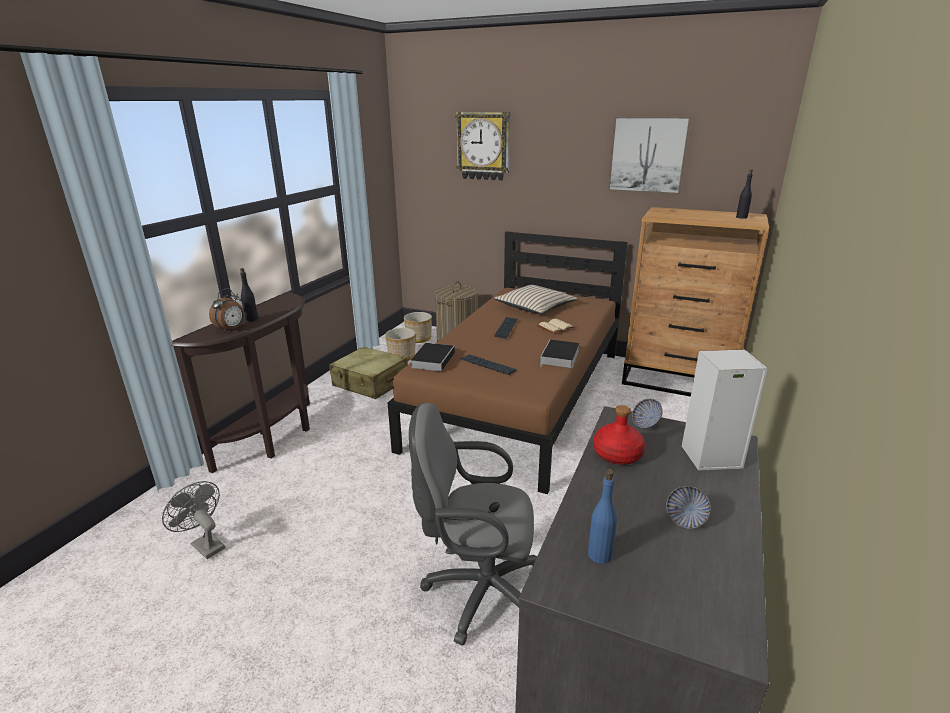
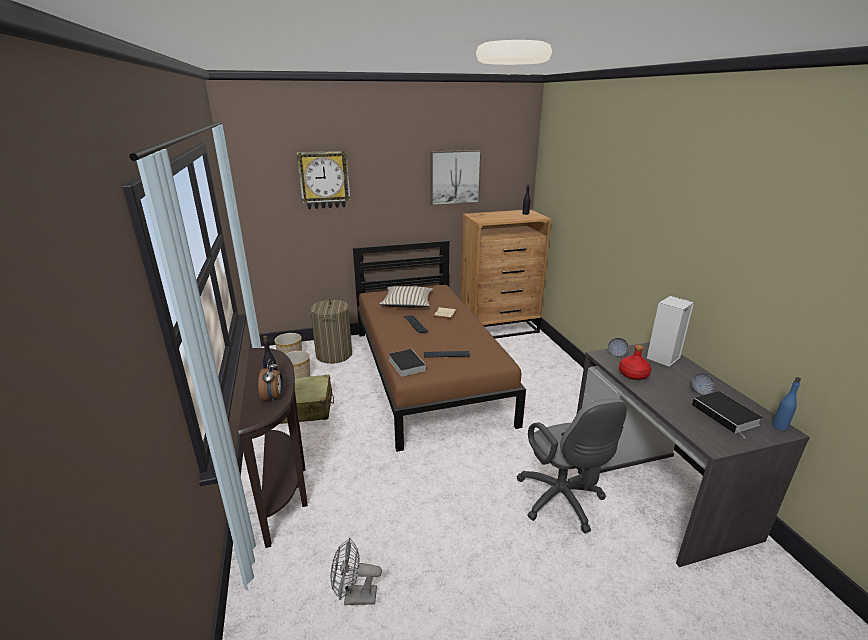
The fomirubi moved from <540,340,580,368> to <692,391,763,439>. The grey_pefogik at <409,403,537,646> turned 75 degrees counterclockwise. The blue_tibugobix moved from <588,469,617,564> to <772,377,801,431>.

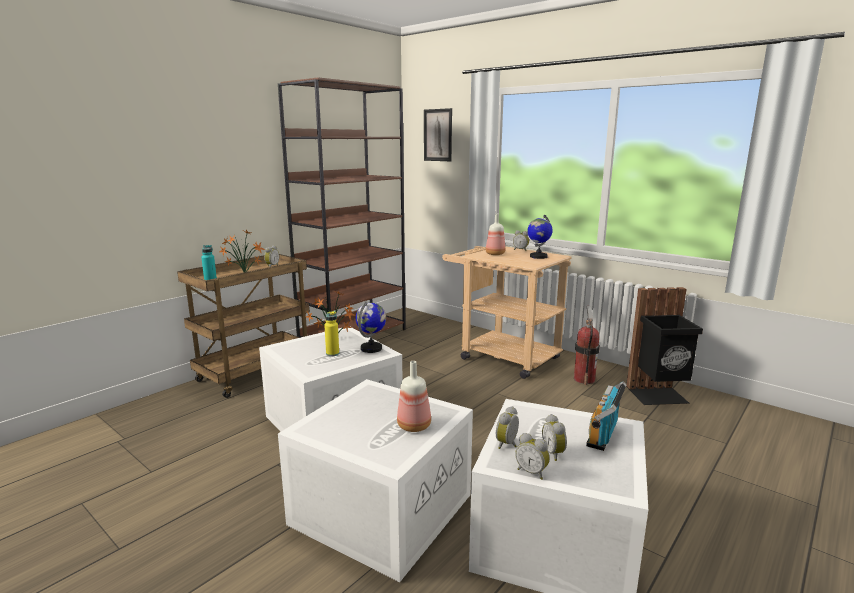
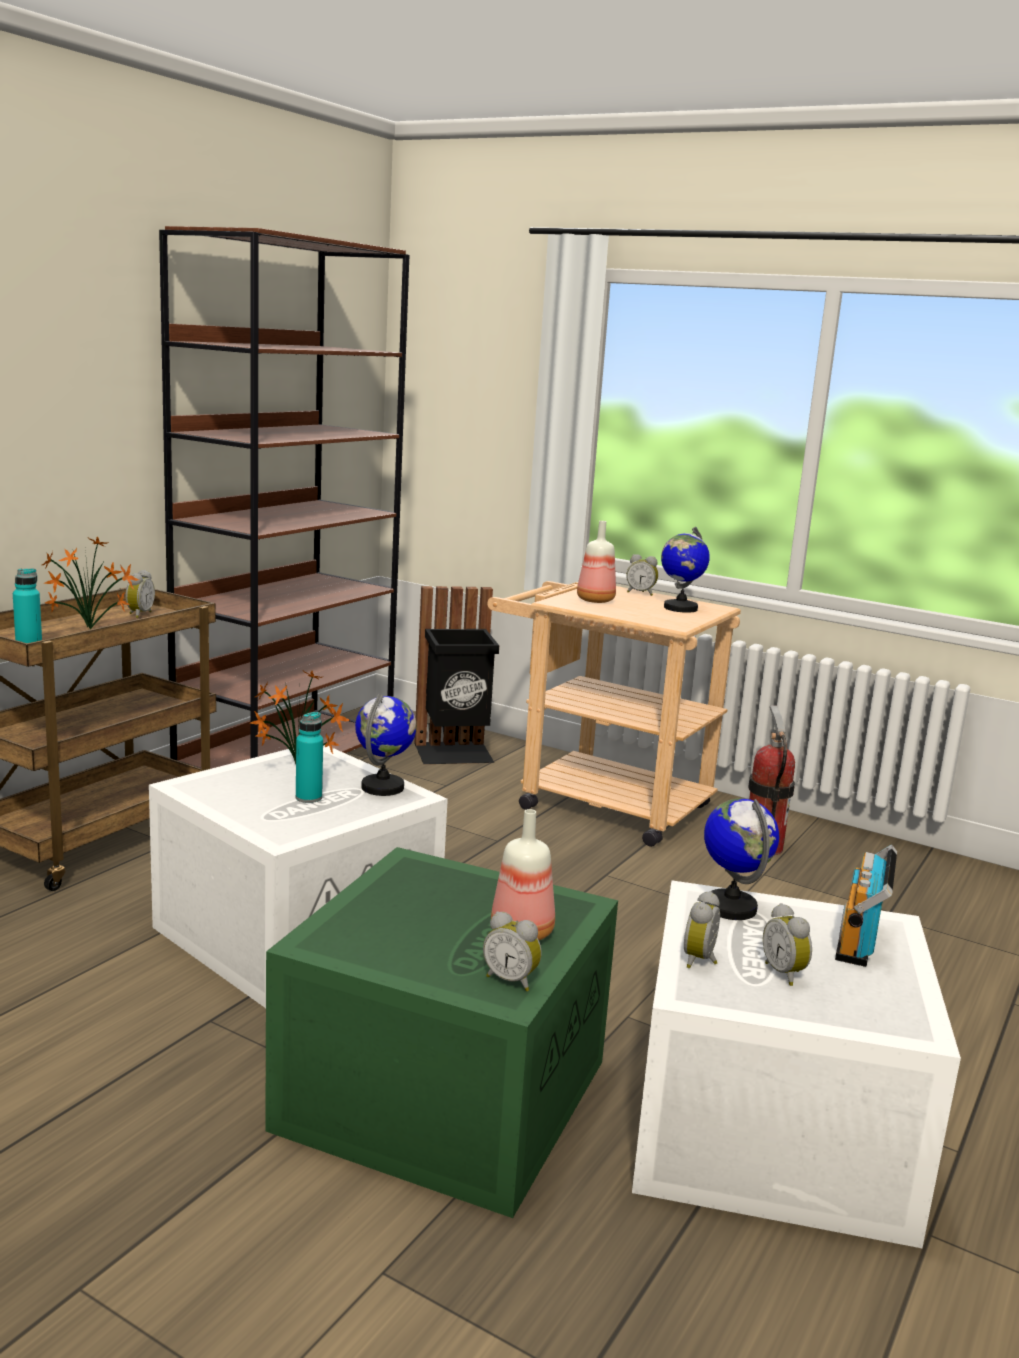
The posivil at <424,108,452,161> disappeared. The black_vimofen moved from <626,287,703,405> to <414,586,499,764>. The yellow_tibugobix at <324,311,339,356> became the turquoise_tibugobix at <296,712,323,803>. The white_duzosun at <278,379,473,582> became the green_duzosun at <265,847,618,1218>. The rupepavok moved from <515,433,550,480> to <483,912,542,991>. The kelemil at <704,798,779,920> appeared.

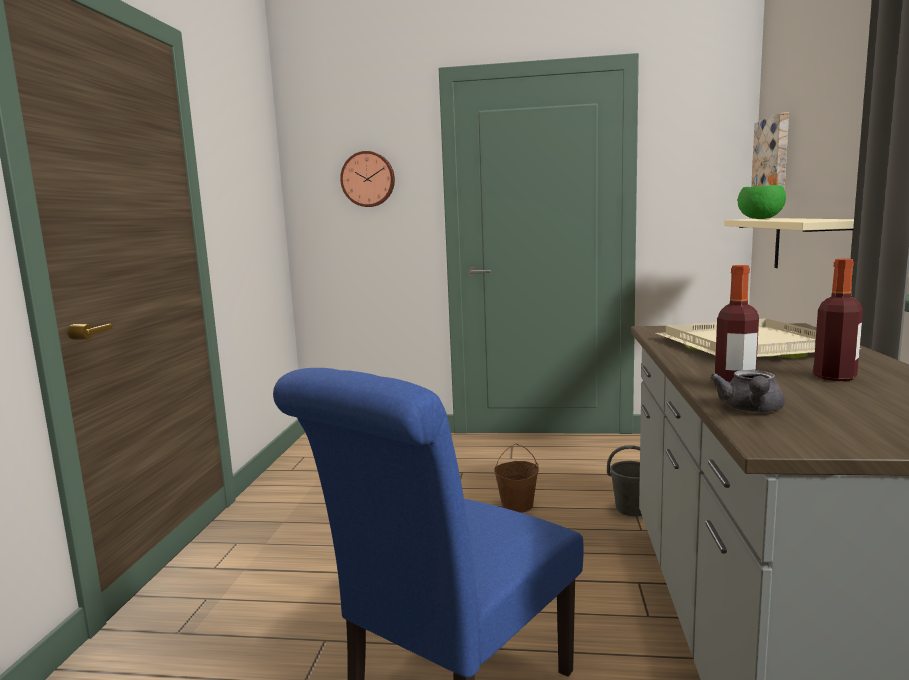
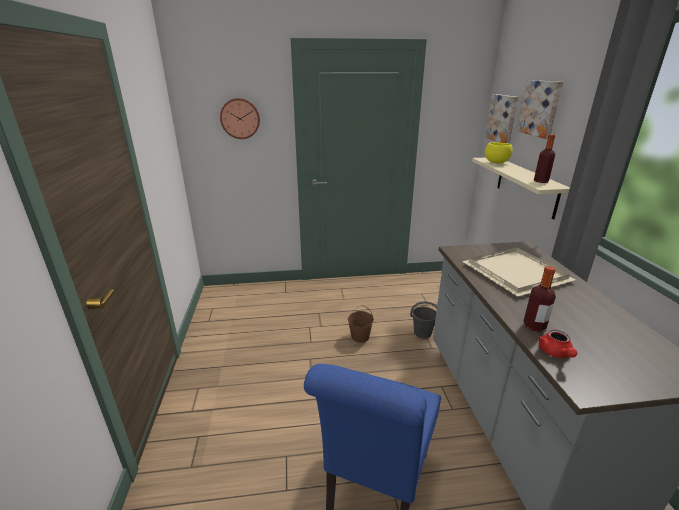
The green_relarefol at <738,185,786,219> became the yellow_relarefol at <485,142,513,164>. The tibugobix moved from <813,259,863,381> to <534,134,555,183>. The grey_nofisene at <710,370,785,413> became the red_nofisene at <537,329,577,358>. The posivil at <517,80,563,139> appeared.

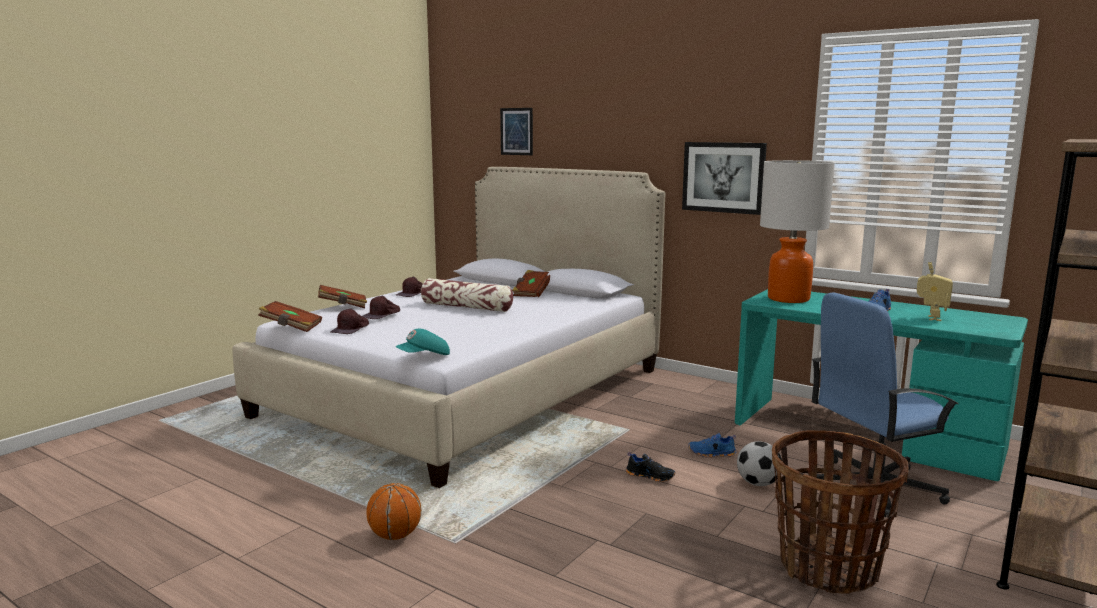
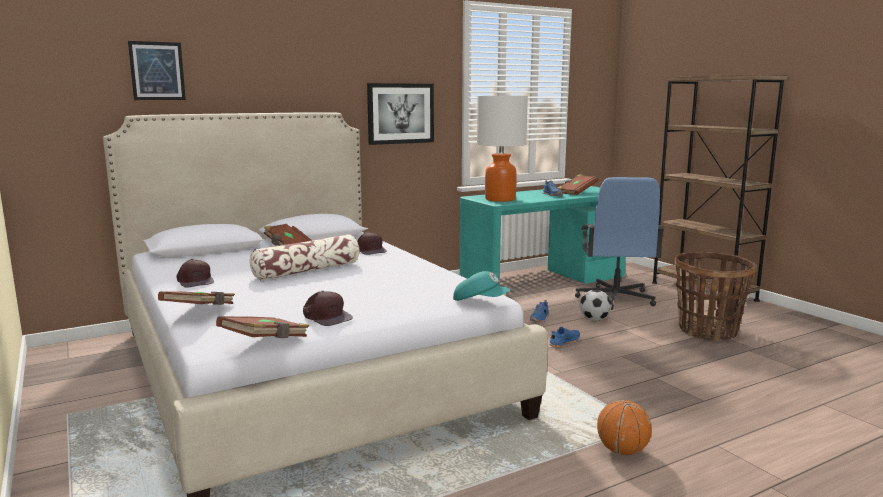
The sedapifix at <917,262,953,321> was replaced by the brown_fomirubi at <558,174,598,195>. The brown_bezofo moved from <362,296,400,319> to <357,232,387,255>. The turquoise_bezofo at <396,329,450,355> turned 60 degrees counterclockwise. The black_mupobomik at <626,452,675,482> became the blue_mupobomik at <549,327,580,348>.

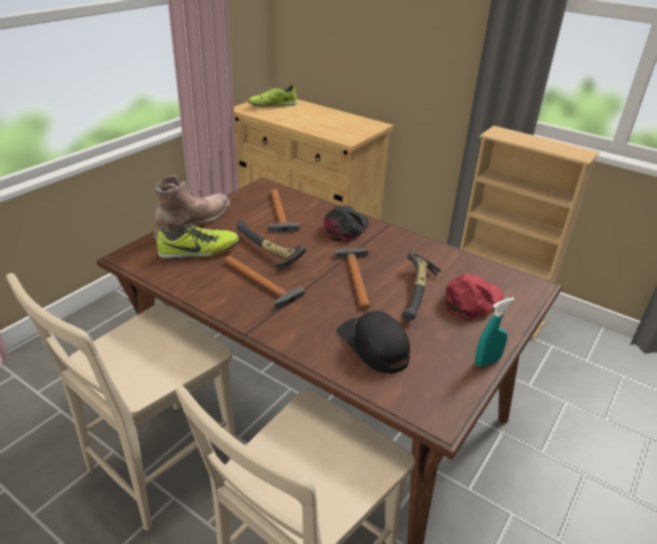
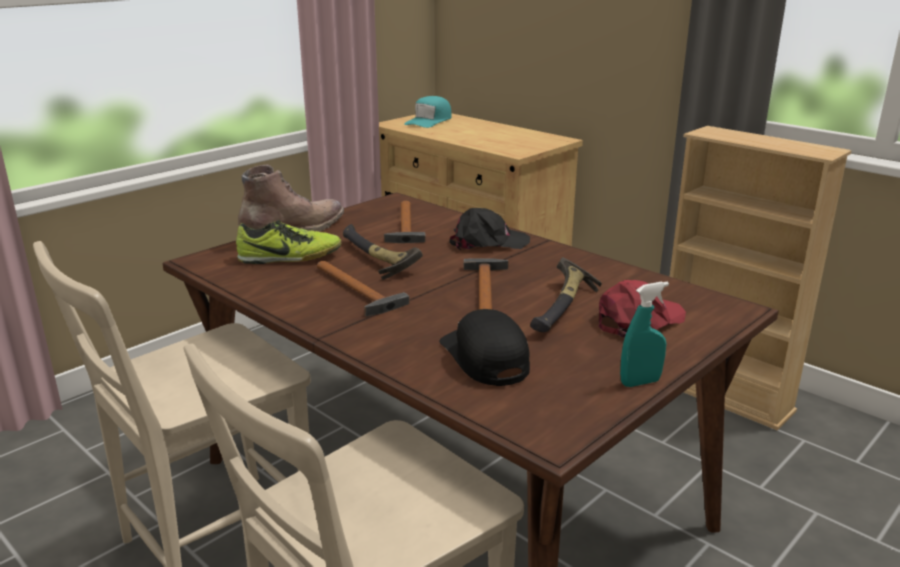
The mupobomik at <248,85,297,107> was replaced by the turquoise_bezofo at <404,96,452,128>. The black_bezofo at <324,206,369,242> turned 45 degrees clockwise.

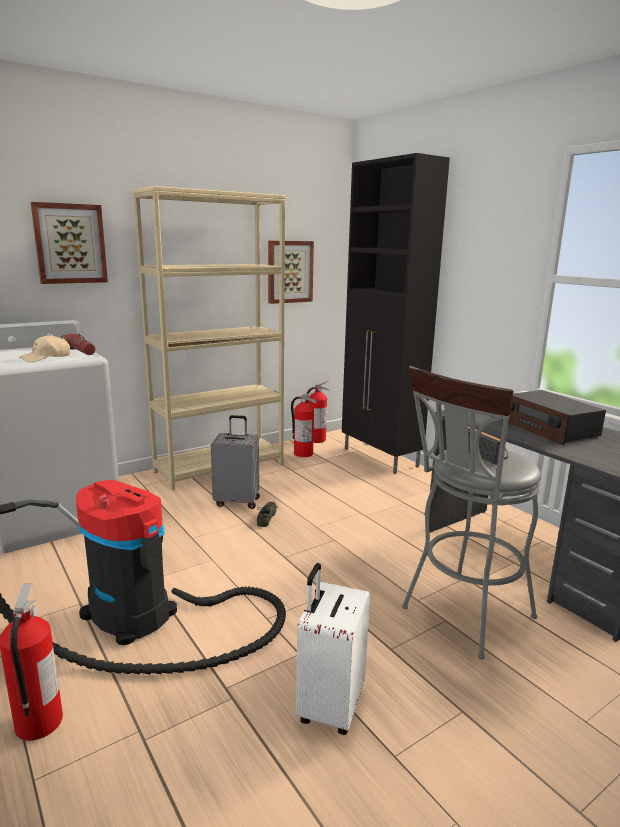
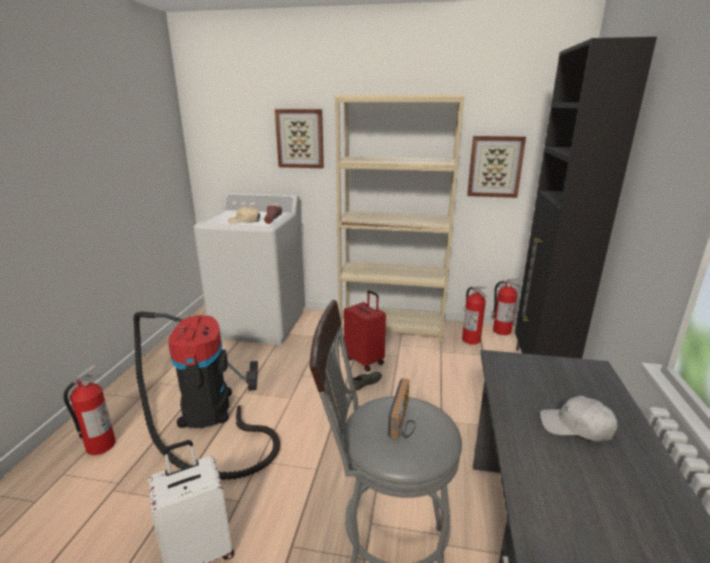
The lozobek at <501,390,606,445> was replaced by the white_bezofo at <540,396,618,441>. The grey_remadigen at <211,415,260,509> became the red_remadigen at <344,290,386,372>.

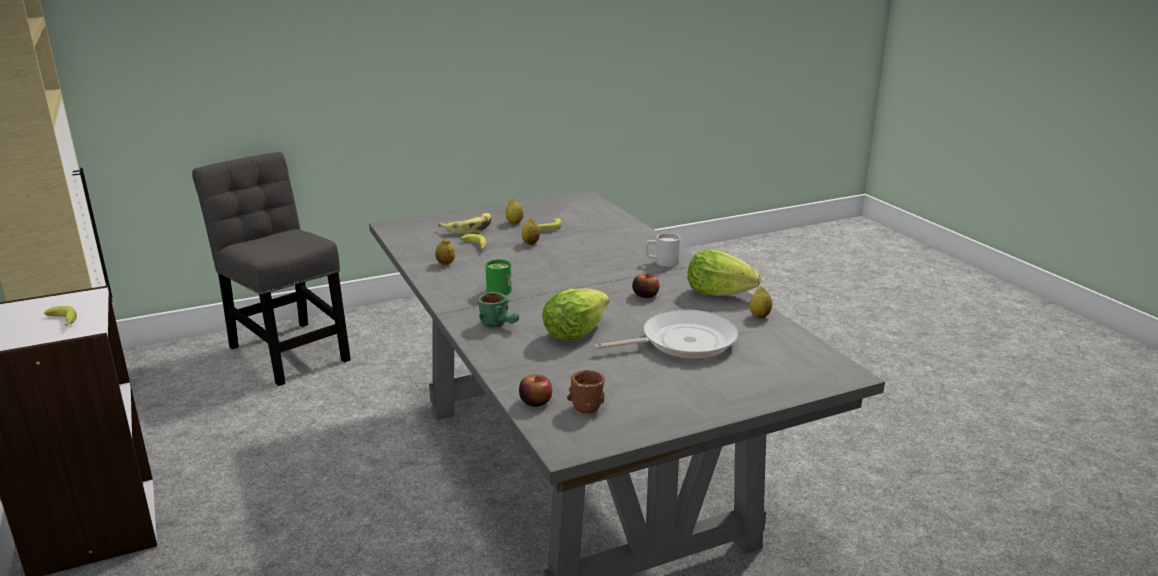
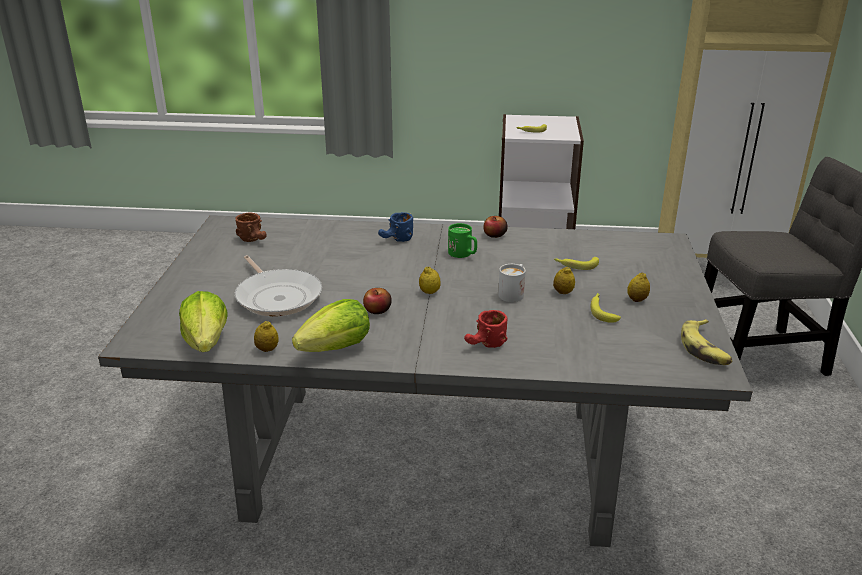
The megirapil moved from <438,213,491,234> to <681,319,732,365>. The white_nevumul moved from <645,233,680,267> to <498,264,526,302>. The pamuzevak moved from <435,238,455,265> to <419,267,441,294>. The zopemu moved from <542,289,609,341> to <179,291,228,352>. The green_nevumul at <478,292,519,328> became the blue_nevumul at <378,212,413,242>. The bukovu at <595,310,738,358> turned 45 degrees counterclockwise. The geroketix moved from <519,375,552,407> to <483,216,508,238>. The red_nevumul at <464,310,507,348> appeared.

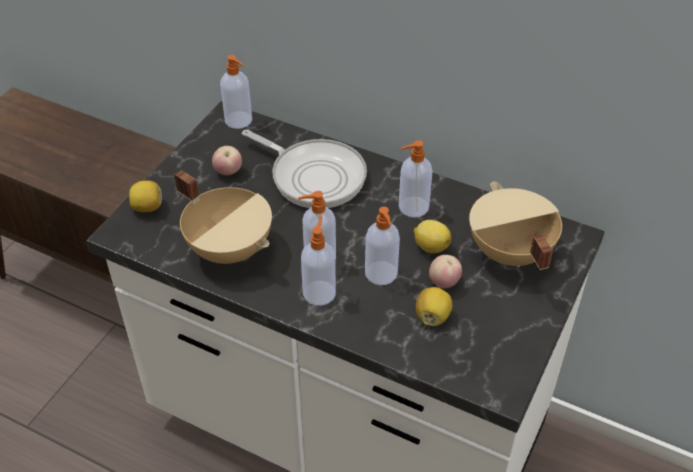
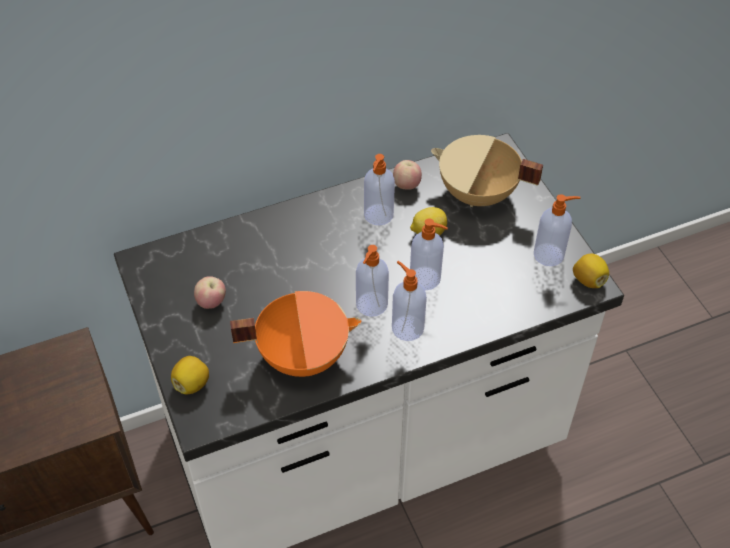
The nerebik moved from <220,55,252,129> to <534,194,580,266>. The bukovu at <242,129,367,208> disappeared. The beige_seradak at <174,170,272,264> became the orange_seradak at <230,291,361,377>. The geroketix moved from <429,255,462,289> to <393,160,422,190>. The pamuzevak moved from <416,287,452,326> to <573,254,609,288>.

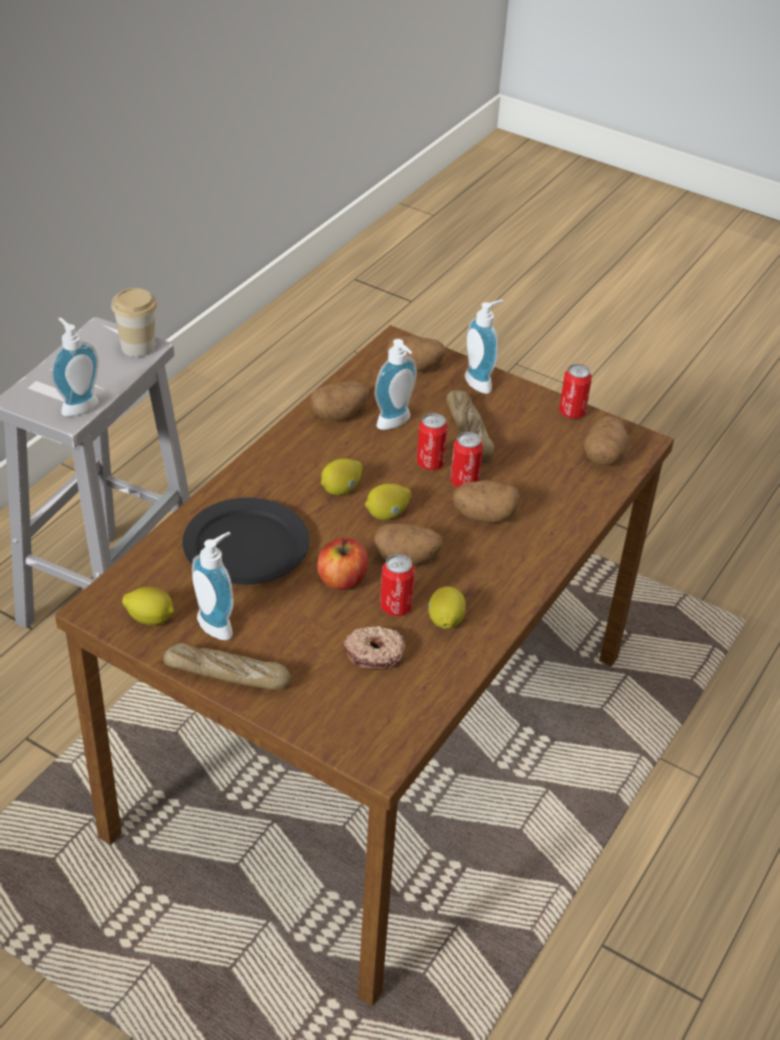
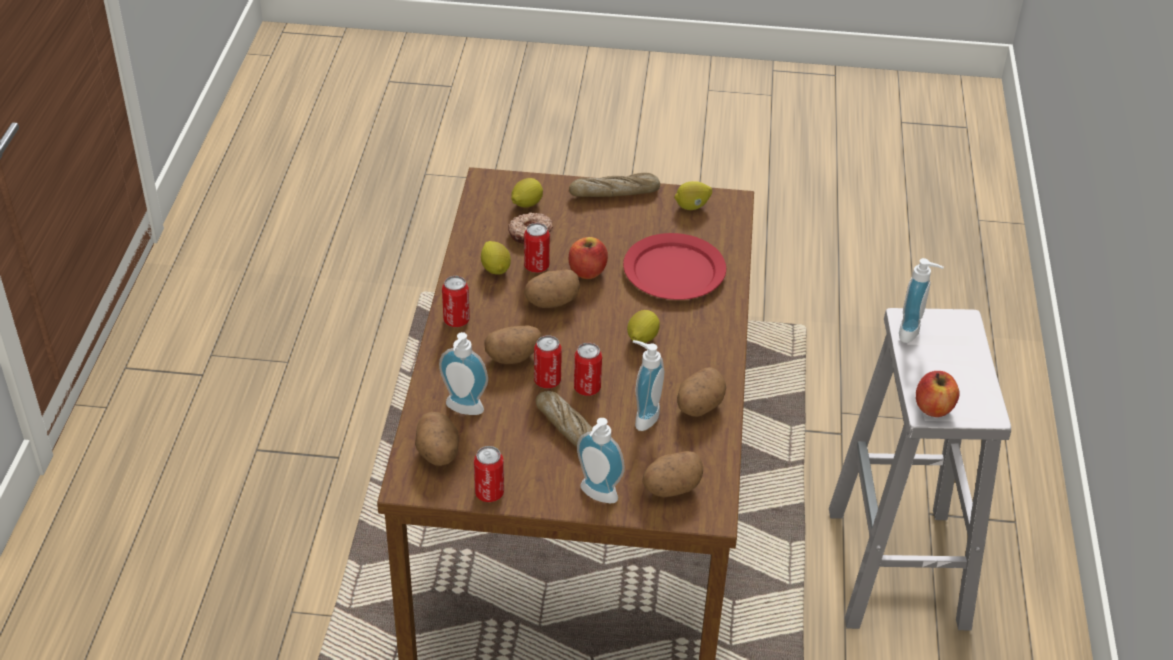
The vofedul at <111,288,157,357> was replaced by the geroketix at <916,371,960,417>. The pamuzevak moved from <365,484,411,520> to <511,178,543,208>. The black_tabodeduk at <182,498,310,585> became the red_tabodeduk at <623,233,726,300>. The nerebik moved from <192,532,234,640> to <439,332,488,415>. The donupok at <442,276,470,327> appeared.

